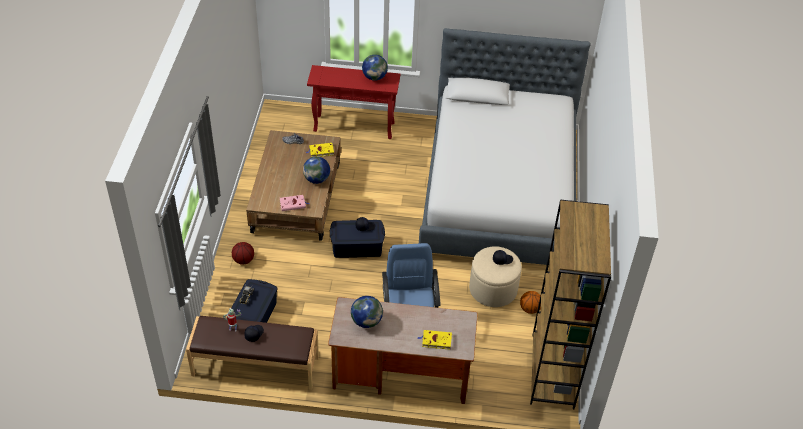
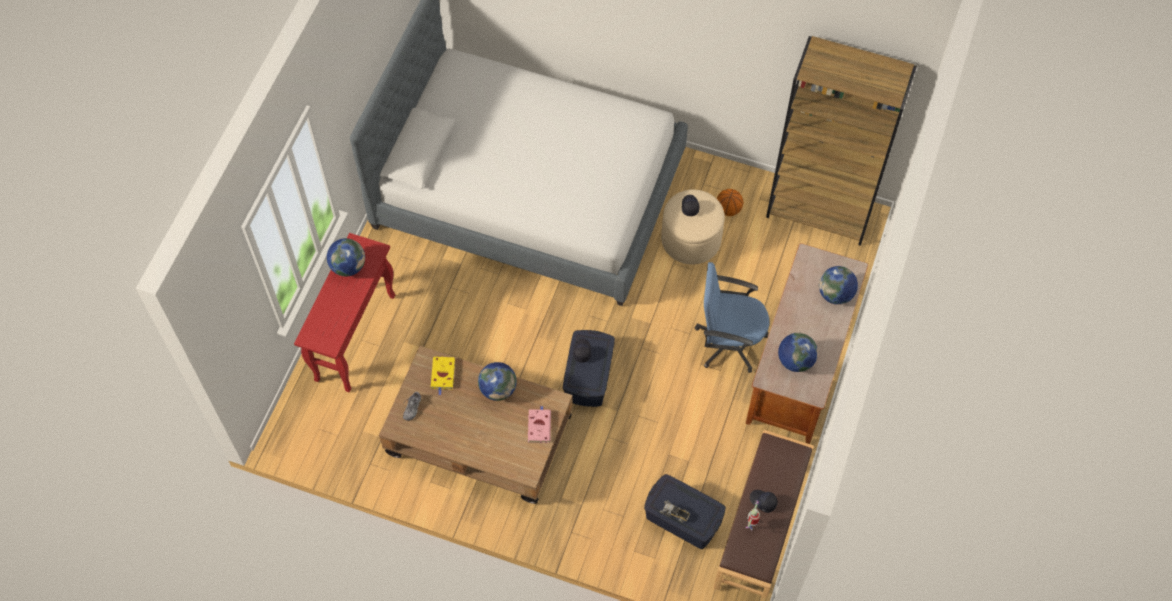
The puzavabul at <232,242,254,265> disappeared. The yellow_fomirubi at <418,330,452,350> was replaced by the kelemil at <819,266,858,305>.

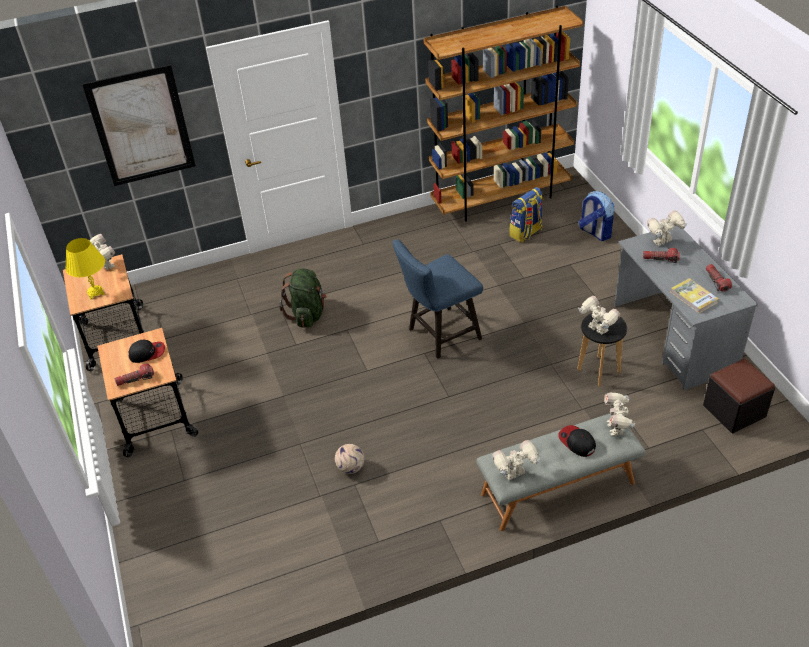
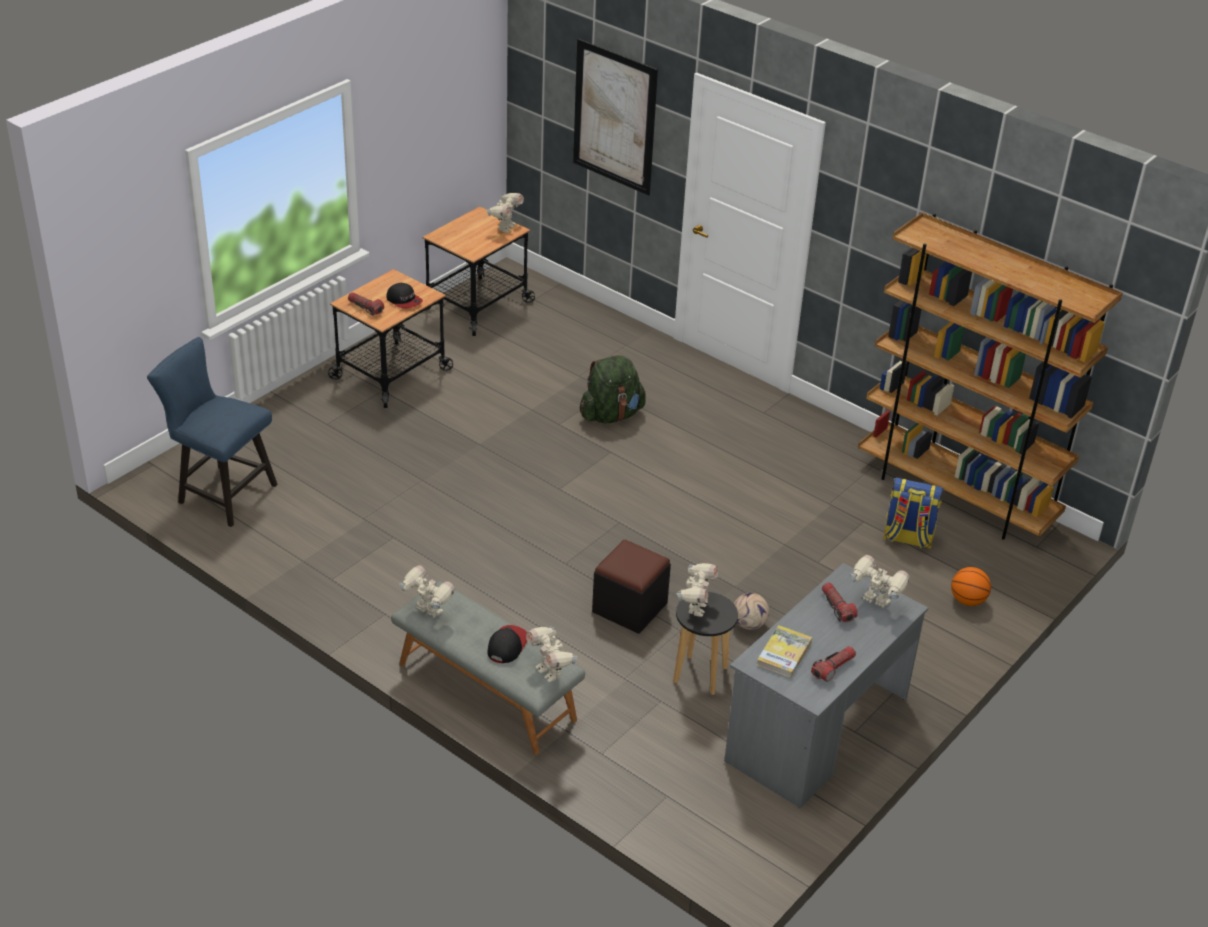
The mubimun at <579,191,614,241> was replaced by the puzavabul at <951,567,991,606>. The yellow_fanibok at <65,238,105,299> disappeared. The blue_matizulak moved from <392,239,483,359> to <147,337,278,527>. The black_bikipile moved from <703,359,775,433> to <592,540,671,634>. The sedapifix at <604,393,636,436> turned 90 degrees counterclockwise. The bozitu moved from <335,444,364,474> to <734,593,769,630>.

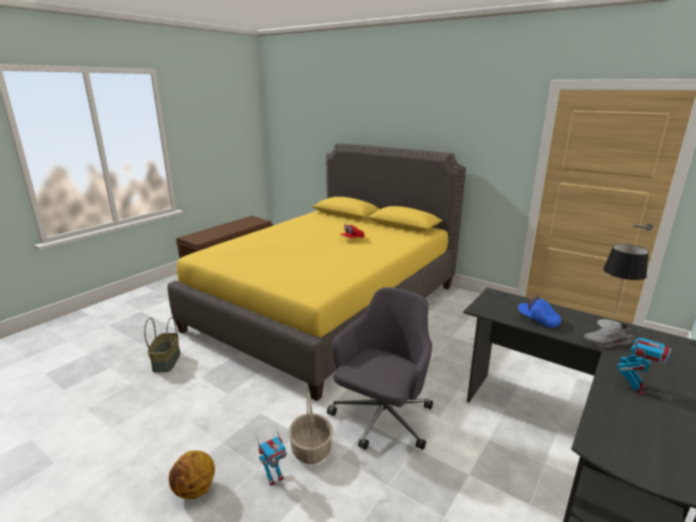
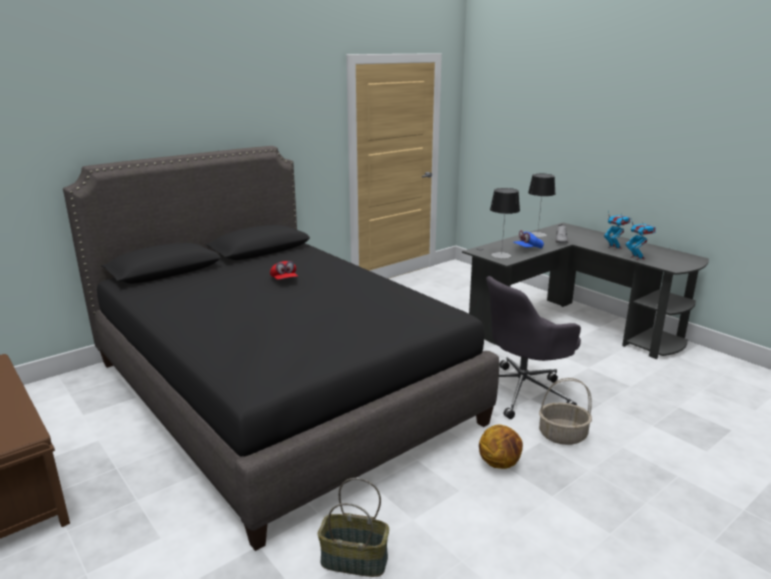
The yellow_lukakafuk at <168,143,466,401> became the black_lukakafuk at <63,146,499,551>. The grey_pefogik at <327,287,433,450> turned 75 degrees counterclockwise. The sedapifix moved from <256,427,288,486> to <625,219,656,260>. The puzavabul moved from <169,451,215,499> to <479,424,523,469>. The fanibok at <490,188,520,258> appeared.

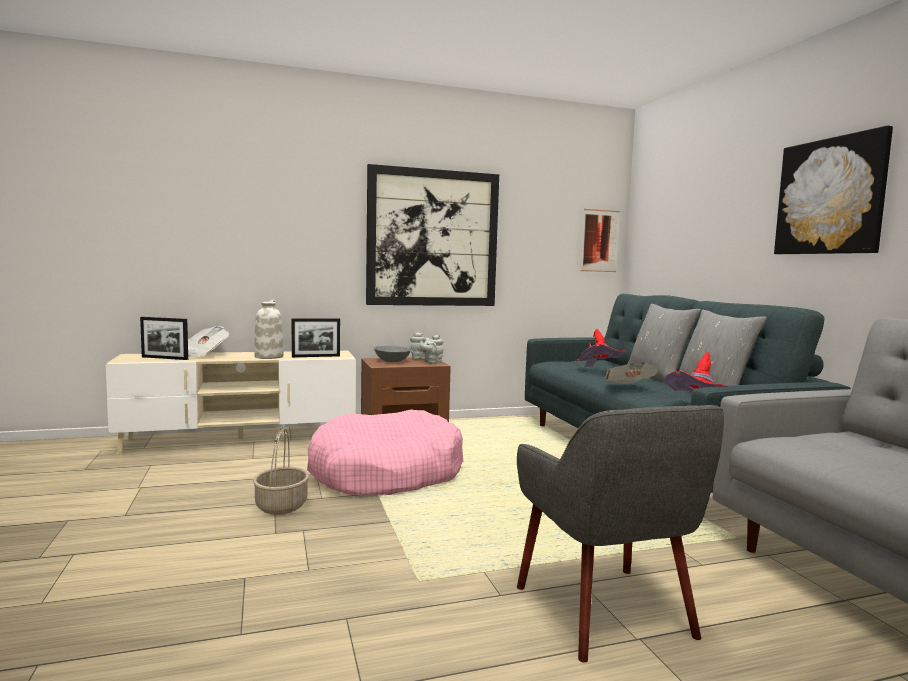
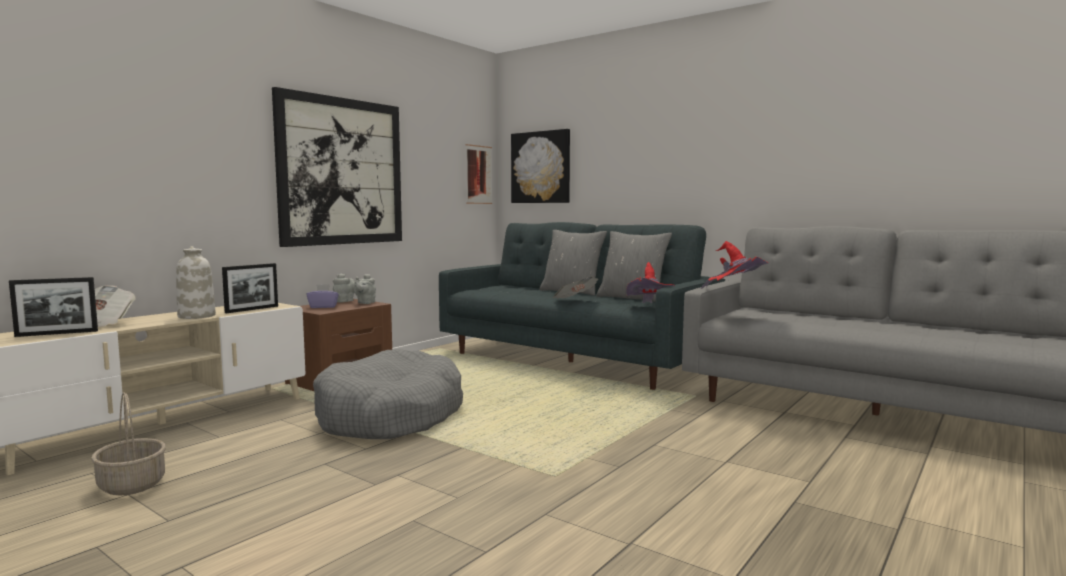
The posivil moved from <774,126,893,254> to <511,129,570,203>. The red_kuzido moved from <577,329,626,367> to <701,241,768,289>. The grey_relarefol at <374,346,411,362> was replaced by the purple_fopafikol at <306,284,339,308>. The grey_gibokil at <517,405,724,663> disappeared. The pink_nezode at <307,409,463,495> became the grey_nezode at <313,349,463,439>. The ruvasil moved from <253,427,309,515> to <91,392,166,496>.

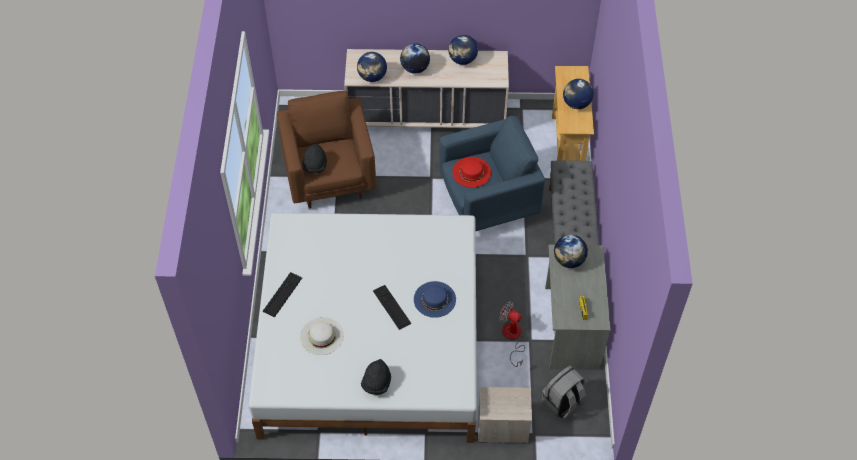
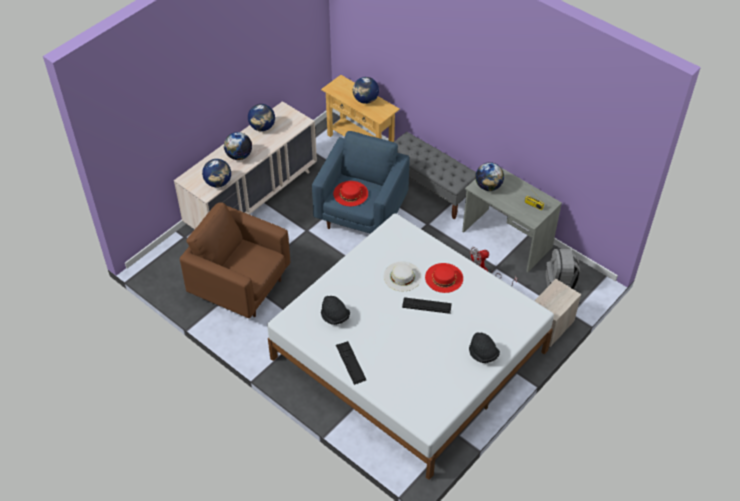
The black_kuzido moved from <302,143,327,173> to <321,296,350,325>. The blue_kuzido at <414,281,456,318> became the red_kuzido at <425,263,463,293>. The white_kuzido moved from <300,317,344,355> to <384,262,422,291>.

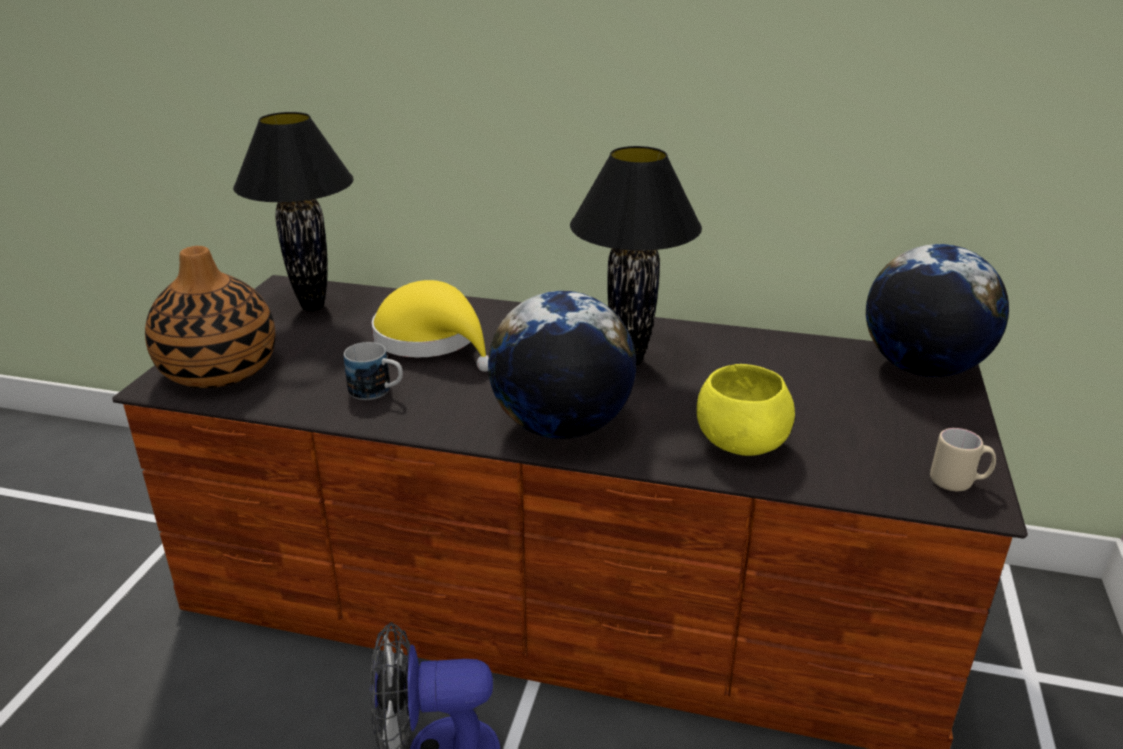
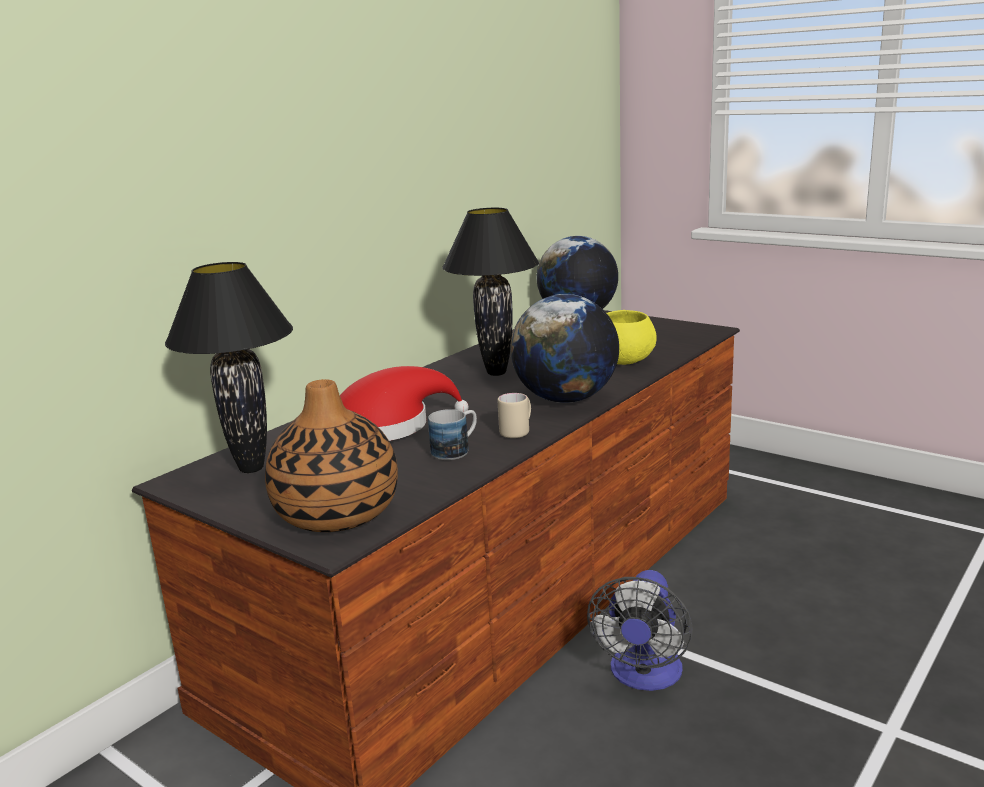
The yellow_kuzido at <372,280,489,372> became the red_kuzido at <340,366,469,441>. The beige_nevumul moved from <930,428,996,491> to <498,393,531,438>.

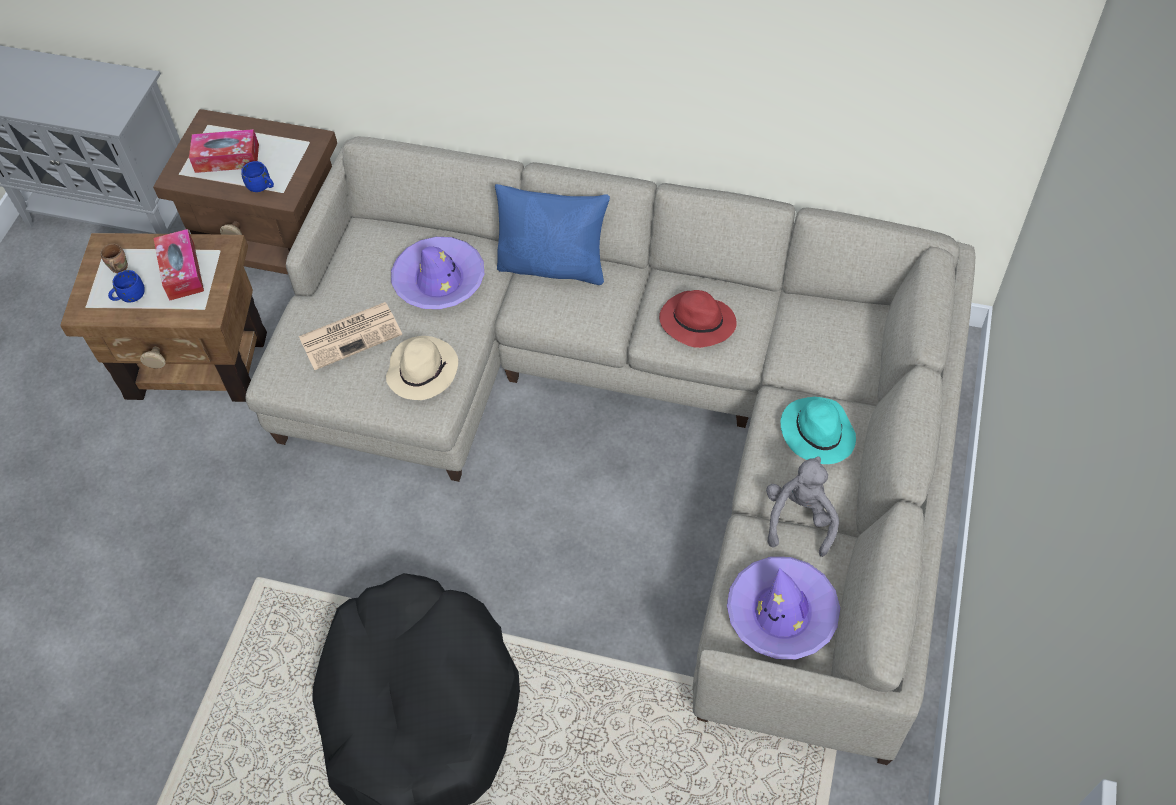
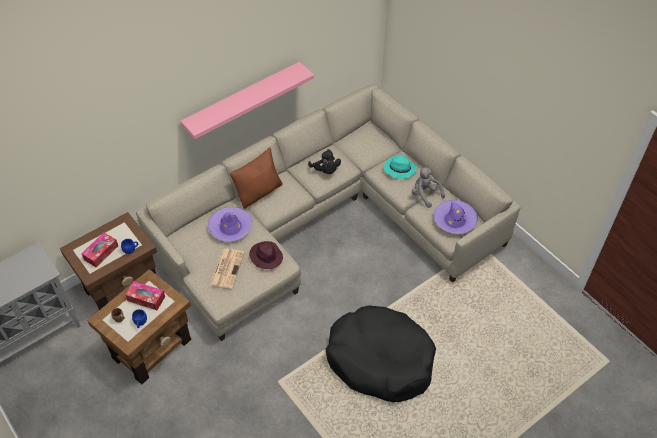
The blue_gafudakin at <495,184,610,285> became the brown_gafudakin at <230,147,282,209>. The red_kuzido at <659,290,737,348> was replaced by the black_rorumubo at <308,149,341,174>. The beige_kuzido at <386,336,458,400> became the purple_kuzido at <249,241,283,269>. The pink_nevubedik at <180,62,314,139> appeared.

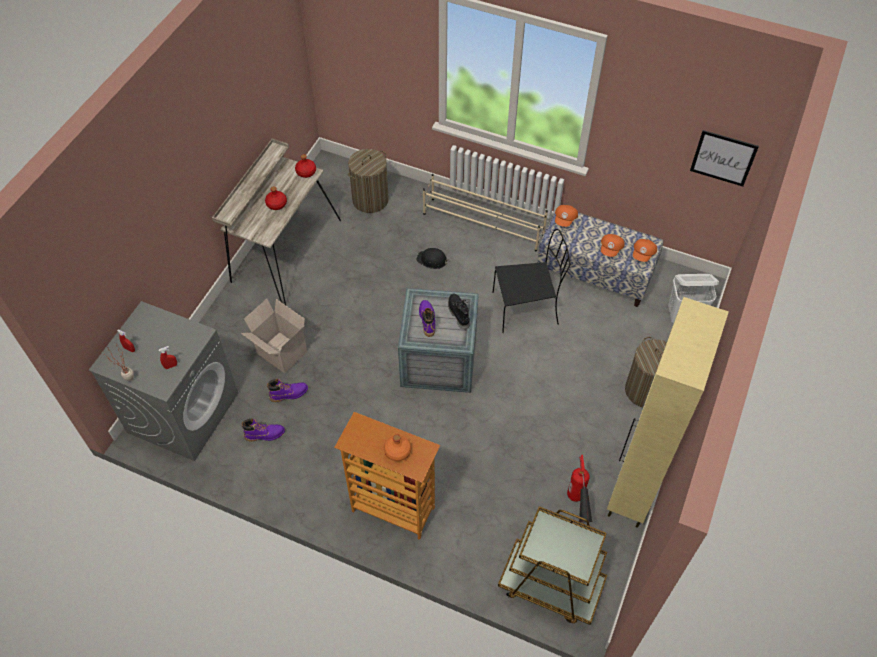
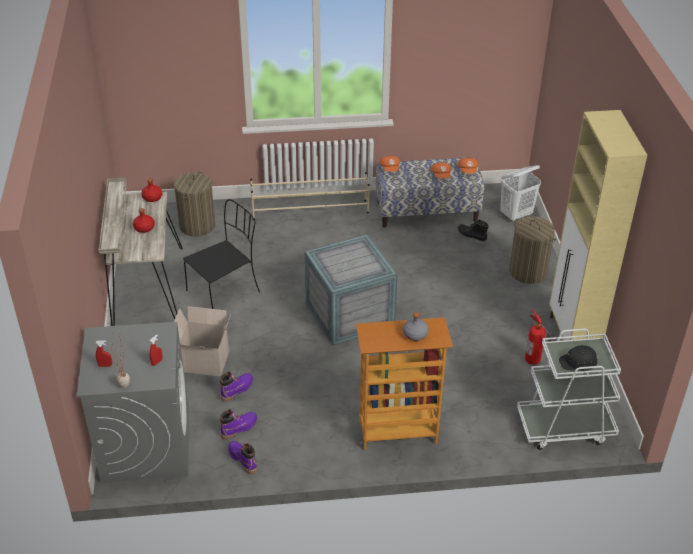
The posivil at <690,130,759,187> disappeared. The black_matizulak moved from <492,229,570,333> to <183,199,260,309>. The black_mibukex moved from <416,248,449,269> to <559,345,599,371>. The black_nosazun moved from <448,293,470,330> to <457,220,489,246>. The purple_nosazun moved from <419,300,435,337> to <228,441,257,474>. The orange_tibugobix at <384,434,411,461> became the grey_tibugobix at <403,312,429,341>. The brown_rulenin at <498,506,607,625> became the white_rulenin at <517,329,621,450>.

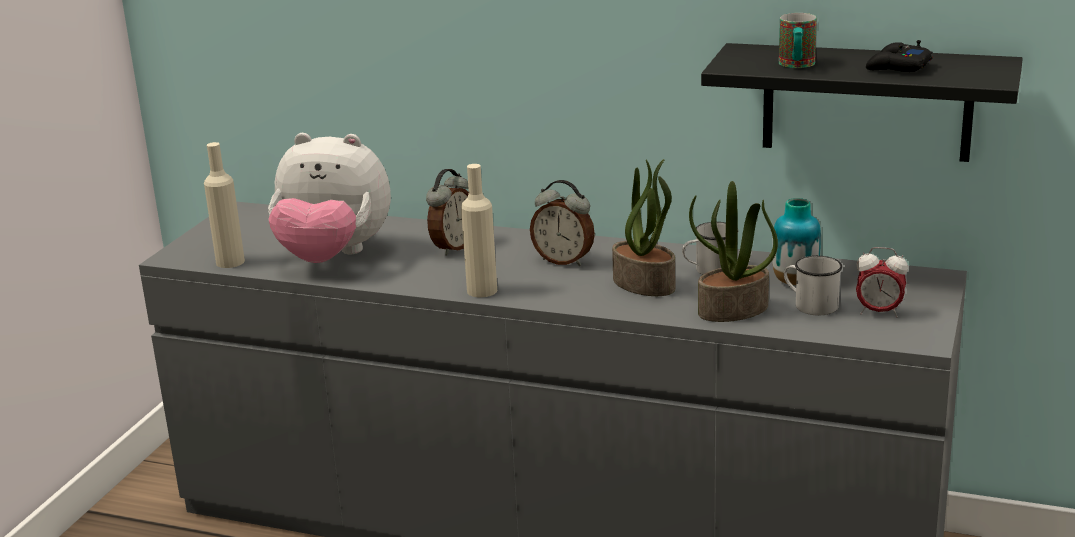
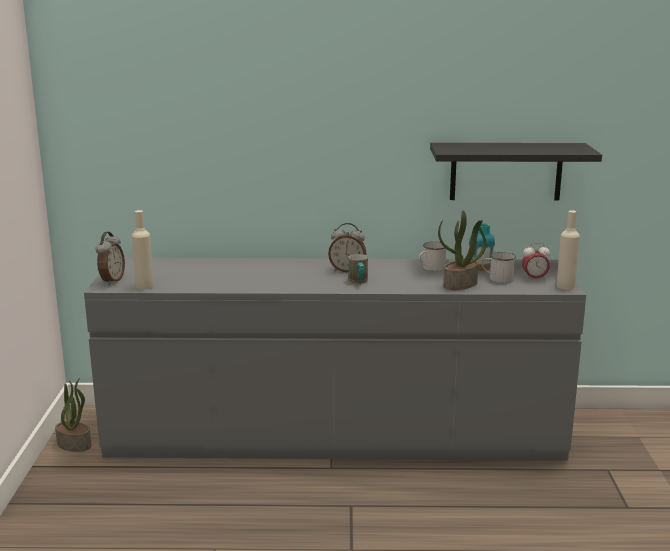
The nevumul moved from <779,13,817,68> to <348,254,368,284>. The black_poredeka at <866,40,933,72> disappeared. The rorumubo at <268,133,391,263> disappeared. The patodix moved from <612,159,675,296> to <55,378,91,452>. The beige_tibugobix moved from <461,164,497,297> to <556,210,580,290>. The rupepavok moved from <426,169,469,255> to <95,232,125,285>.

